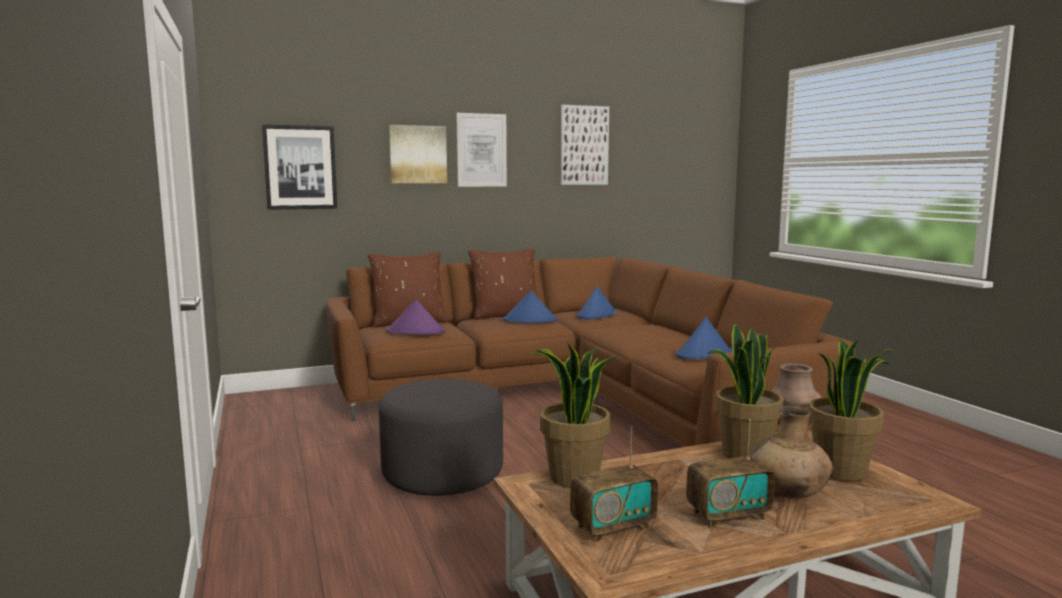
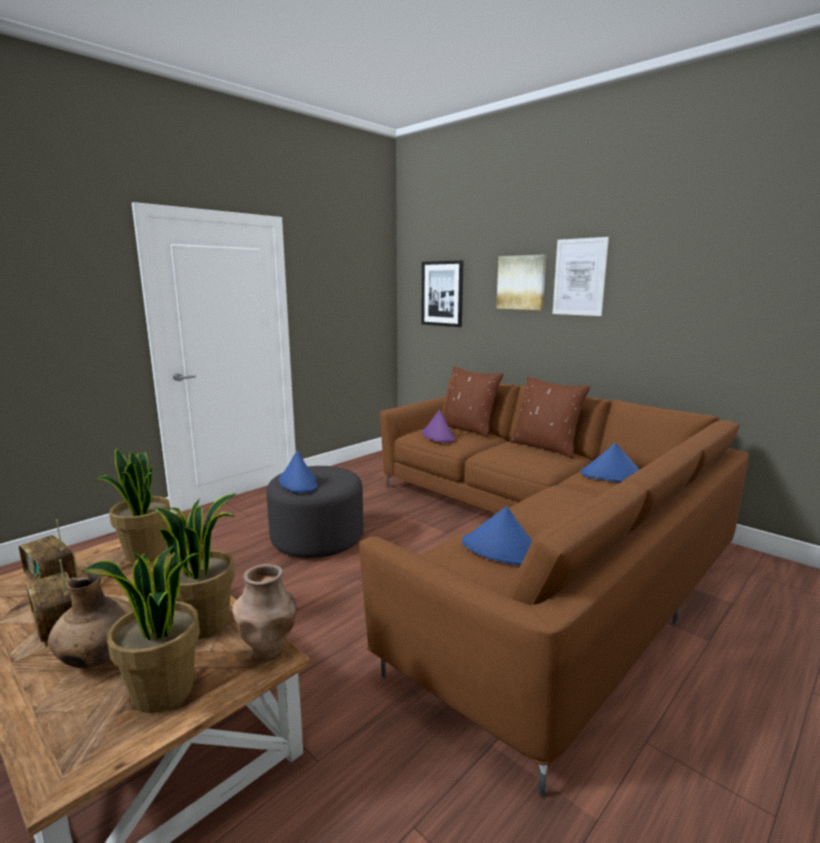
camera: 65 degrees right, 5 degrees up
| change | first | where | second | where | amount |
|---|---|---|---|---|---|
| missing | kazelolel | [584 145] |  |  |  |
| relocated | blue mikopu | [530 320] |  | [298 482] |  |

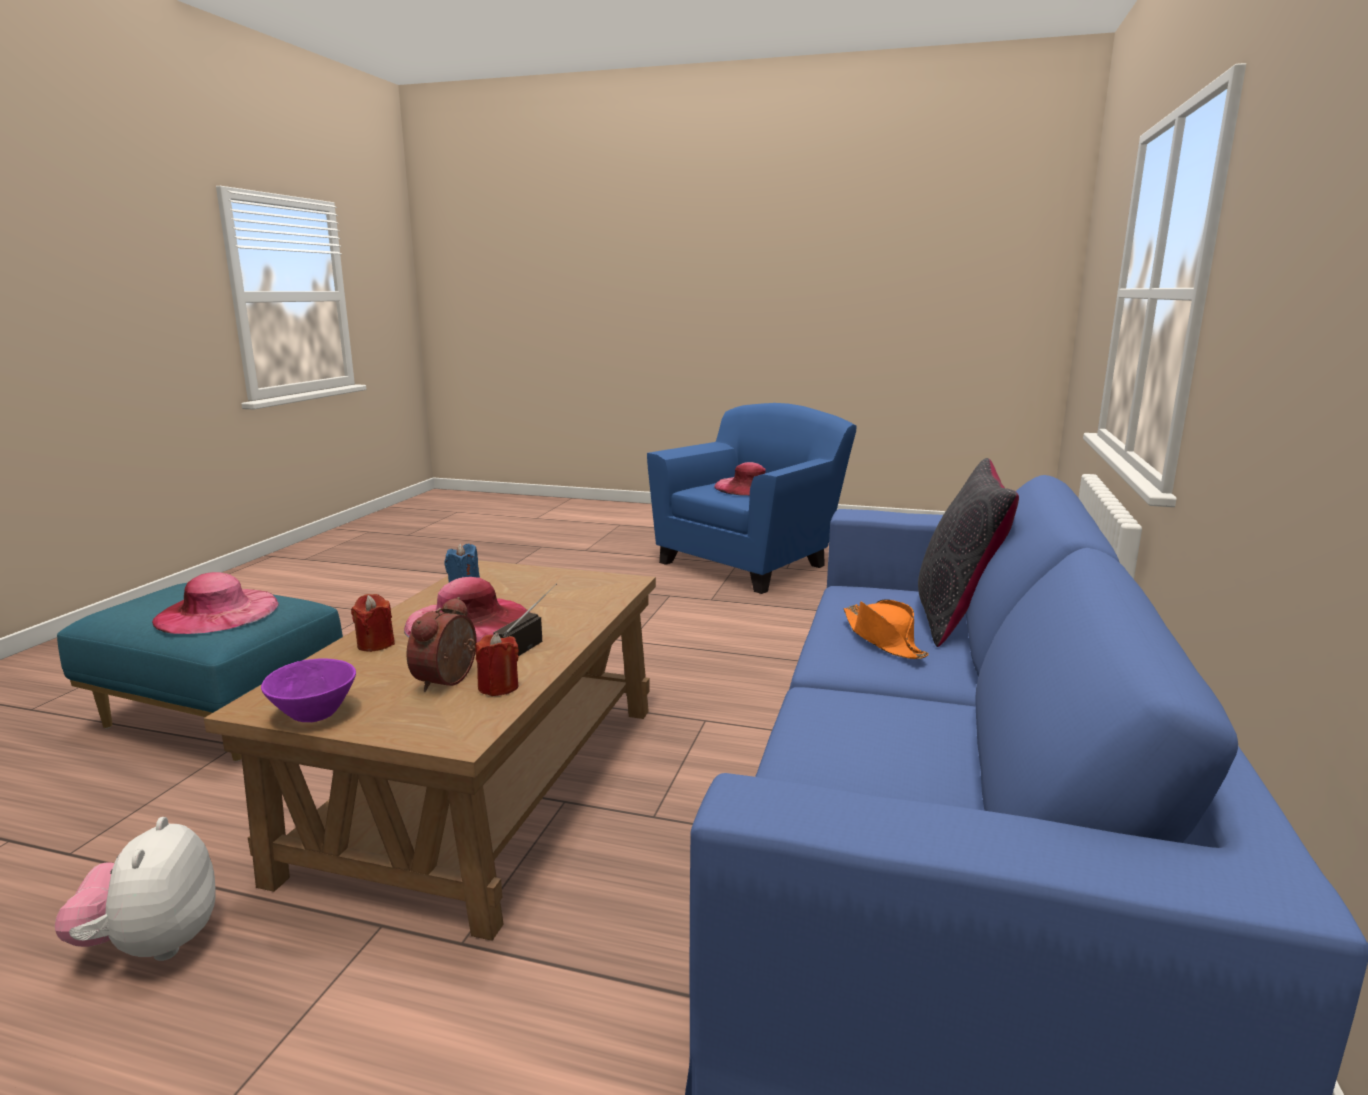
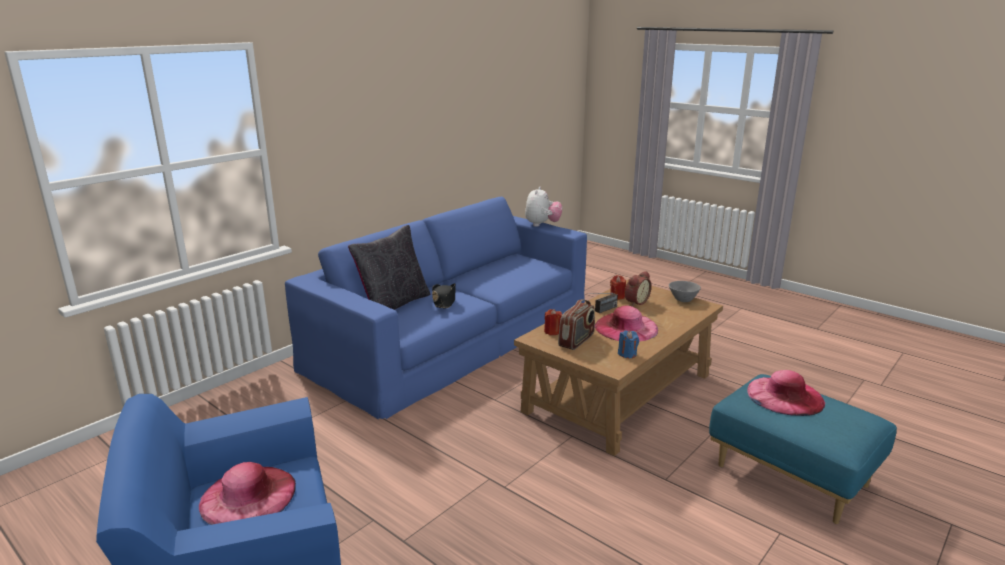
camera: 155 degrees left, 5 degrees up
| change | first | where | second | where | amount |
|---|---|---|---|---|---|
| appeared |  |  | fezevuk | [577 340] |  |
| relocated | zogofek | [153 945] |  | [542 224] |  |
| relocated | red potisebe | [375 644] |  | [552 331] |  |
| colour | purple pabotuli | [311 715] | grey pabotuli | [684 299] |  |
| colour | orange mikopu | [883 639] | black mikopu | [444 301] |  |

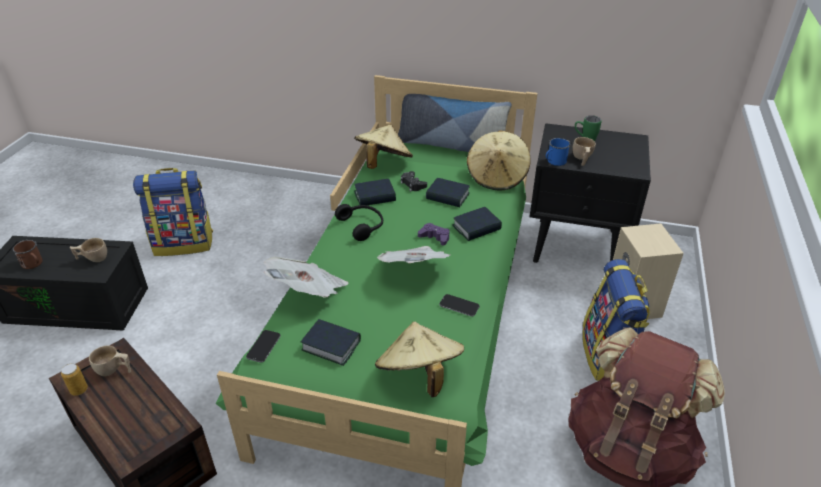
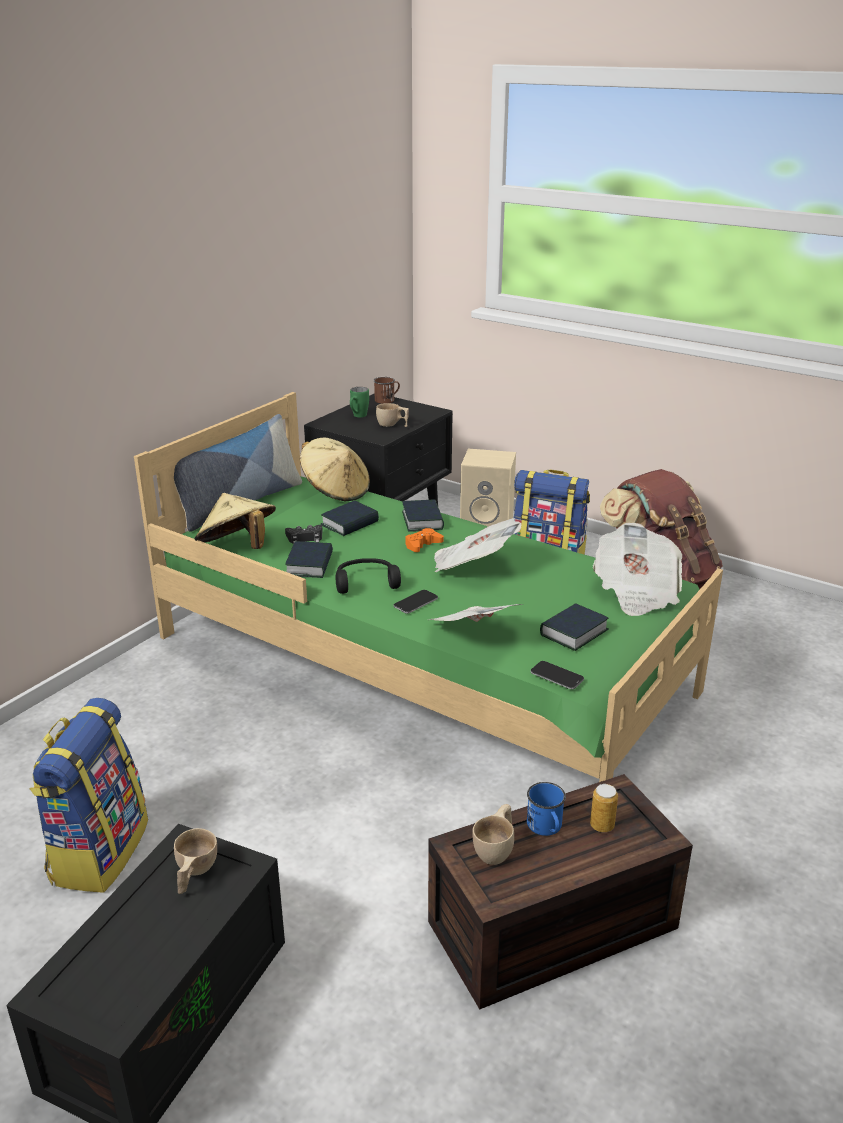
camera: 70 degrees left, 10 degrees down
| change | first | where | second | where | amount |
|---|---|---|---|---|---|
| relocated | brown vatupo | [34 264] |  | [387 400] |  |
| relocated | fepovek | [79 390] |  | [602 826] |  |
| relocated | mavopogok | [459 306] |  | [415 602] |  |
| relocated | blue vatupo | [554 162] |  | [546 828] |  |
| exchanged | beige mikopu | [419 375] | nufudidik | [636 592] |  |
| colour | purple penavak | [435 237] | orange penavak | [422 545] |  |

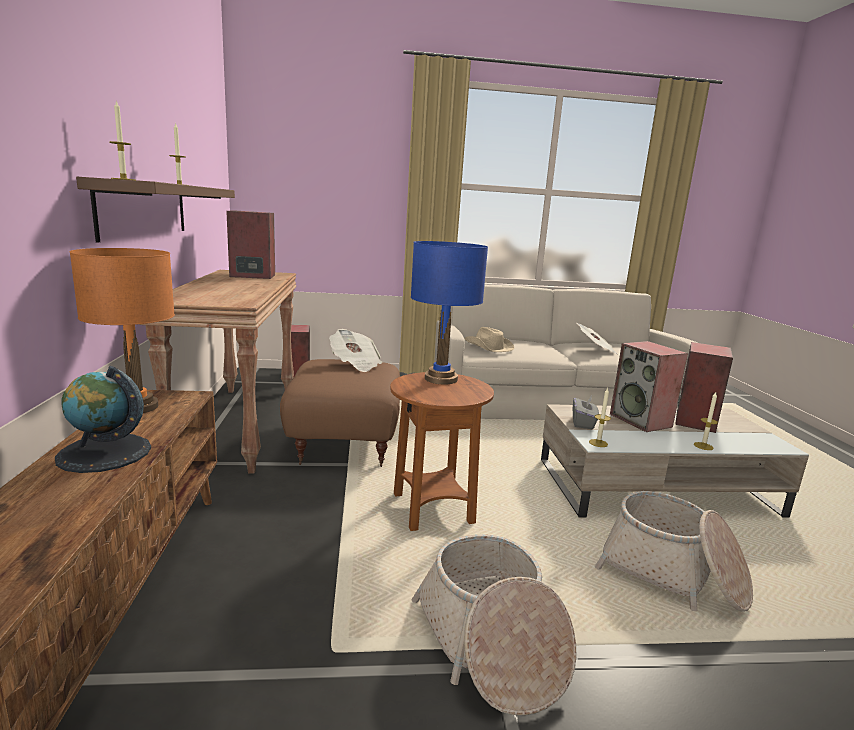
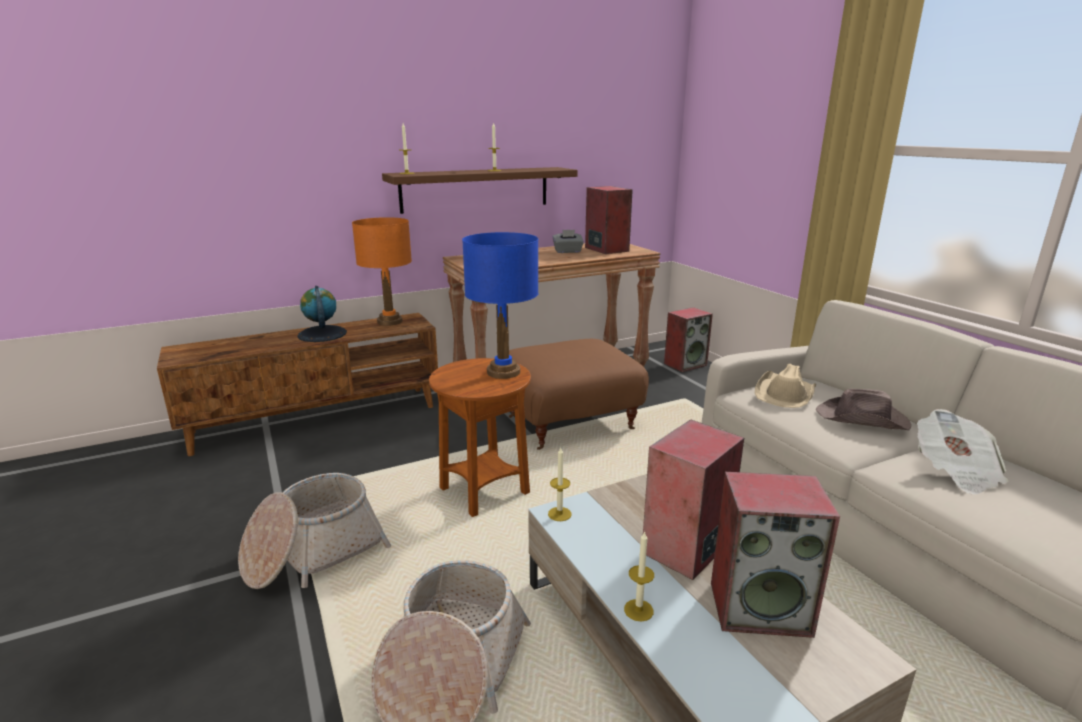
camera: 70 degrees right, 5 degrees up
| change | first | where | second | where | amount |
|---|---|---|---|---|---|
| missing | nufudidik | [355 364] |  |  |  |
| appeared |  |  | brown mikopu | [863 419] |  |
| relocated | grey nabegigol | [583 423] |  | [568 251] |  |

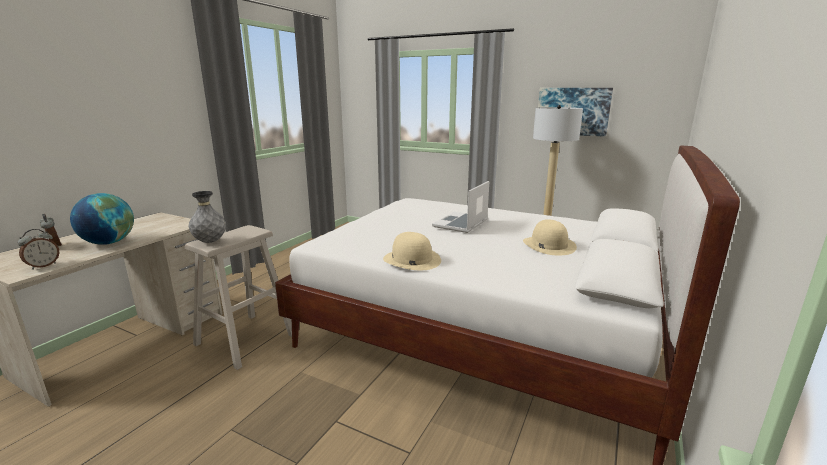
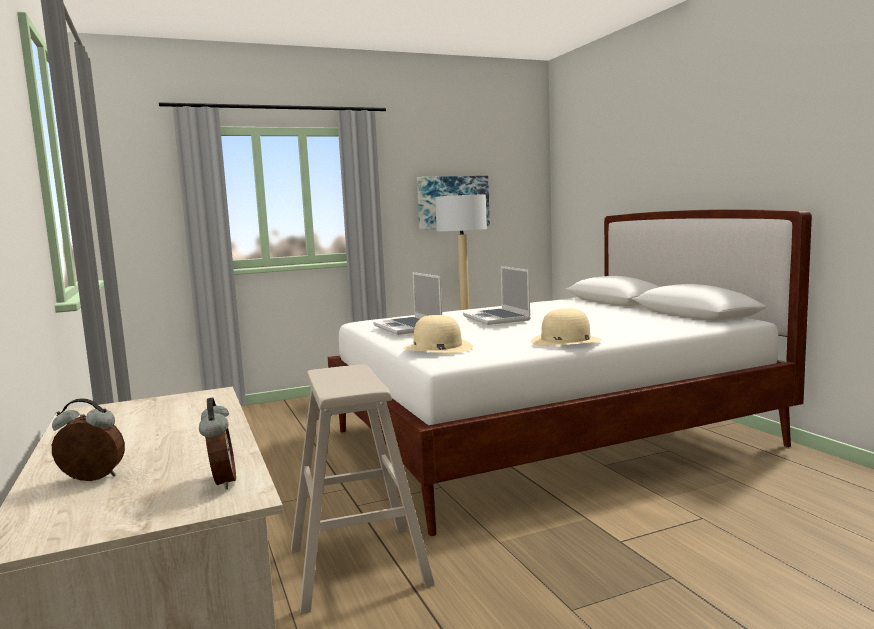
camera: 50 degrees left, 10 degrees down
| change | first | where | second | where | amount |
|---|---|---|---|---|---|
| missing | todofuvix | [109 242] |  |  |  |
| missing | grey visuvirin | [210 242] |  |  |  |
| appeared |  |  | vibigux | [409 327] |  |
| relocated | beige mikopu | [548 245] |  | [437 347] |  |

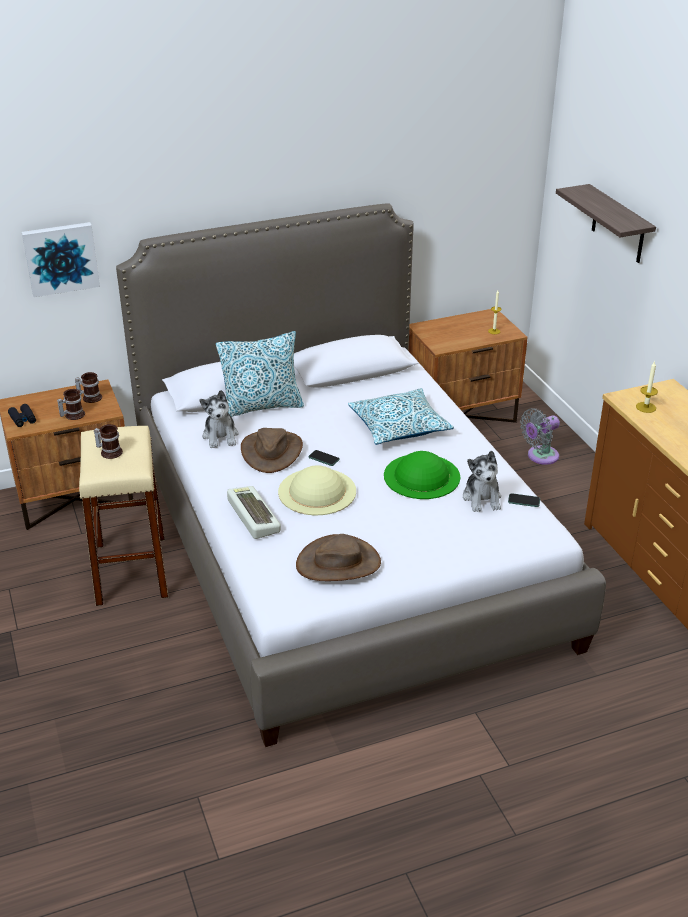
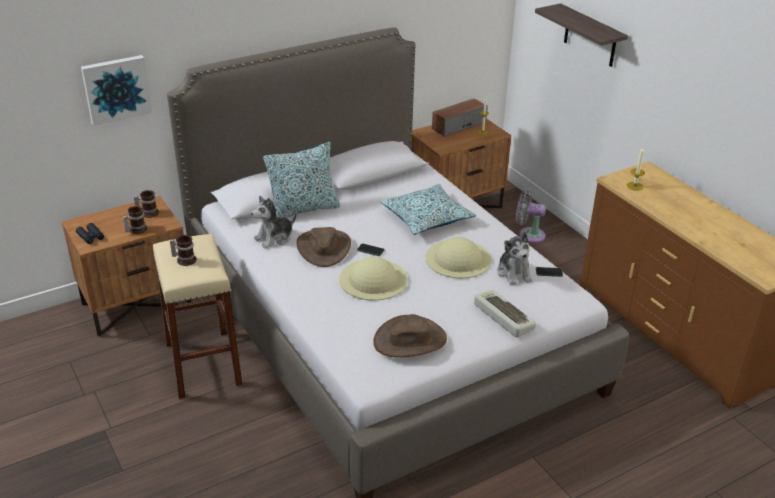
camera: 10 degrees left, 0 degrees up
| change | first | where | second | where | amount |
|---|---|---|---|---|---|
| appeared |  |  | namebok | [458 125] |  |
| relocated | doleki | [251 516] |  | [502 317] |  |
| colour | green mikopu | [421 476] | beige mikopu | [458 258] |  |
| spun | zogofek | [221 436] |  | [274 238] | 75 degrees clockwise |
| spun | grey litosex | [540 456] |  | [528 235] | 60 degrees clockwise |

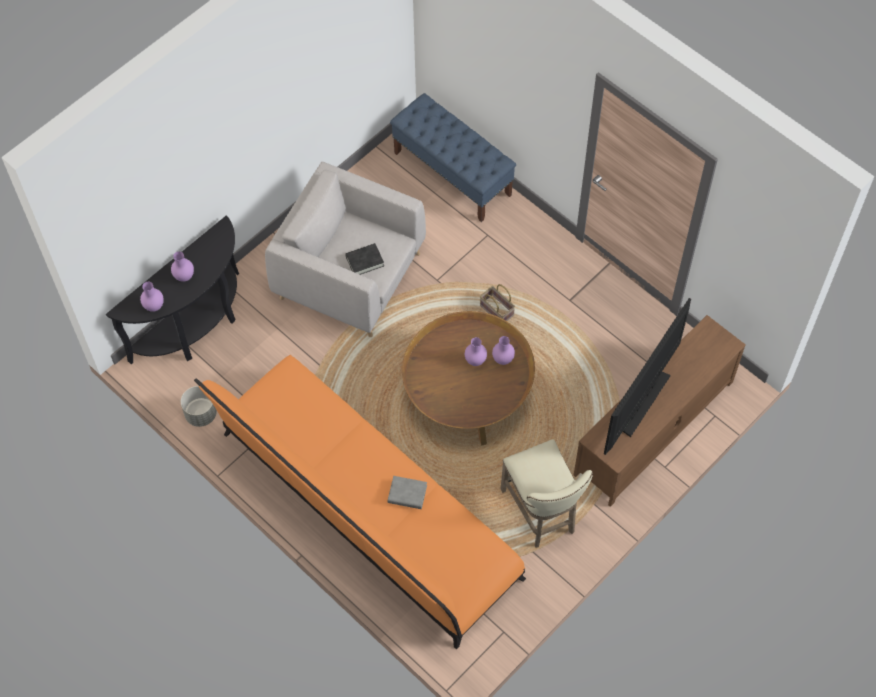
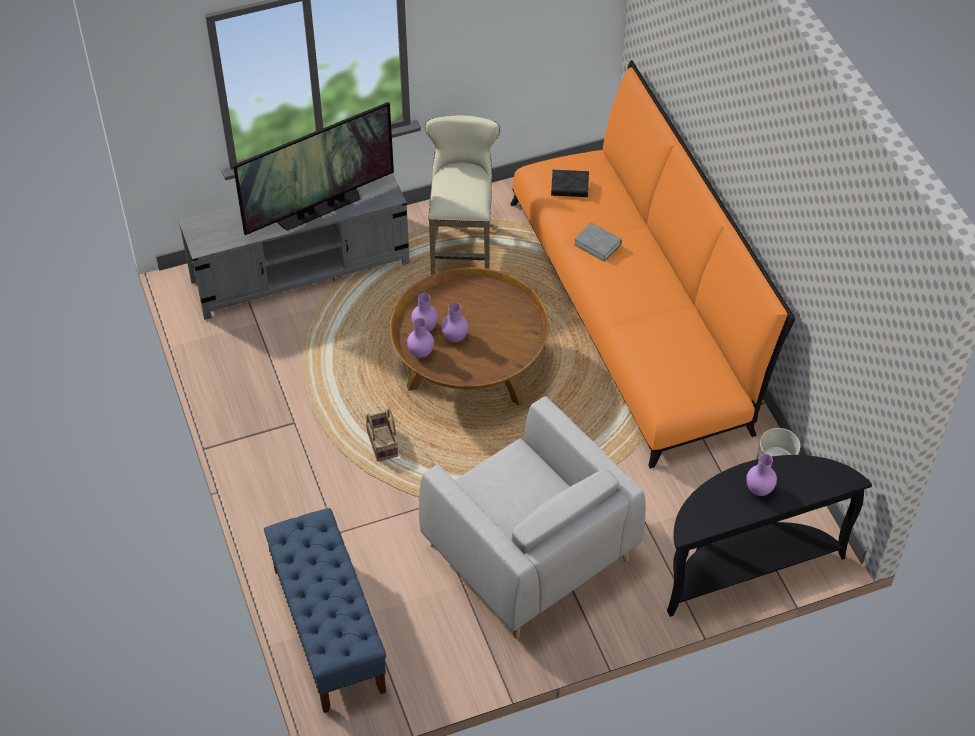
camera: 155 degrees left, 10 degrees down
| change | first | where | second | where | amount |
|---|---|---|---|---|---|
| relocated | purple visuvirin | [154 307] |  | [421 353] |  |
| relocated | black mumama | [364 261] |  | [569 187] |  |
| colour | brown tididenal | [653 428] | grey tididenal | [301 272] |  |

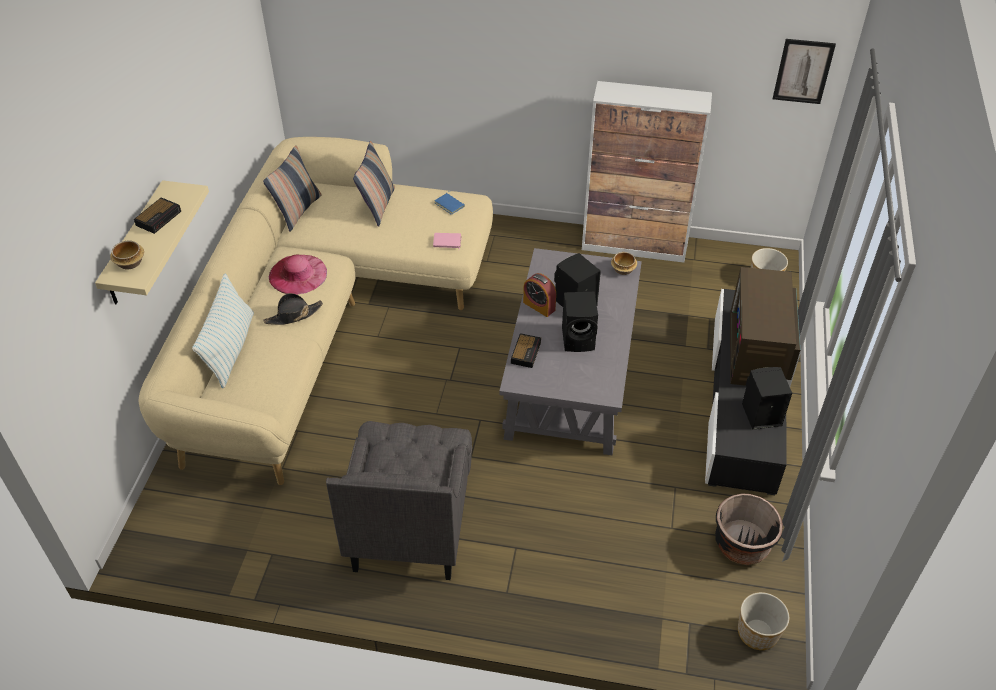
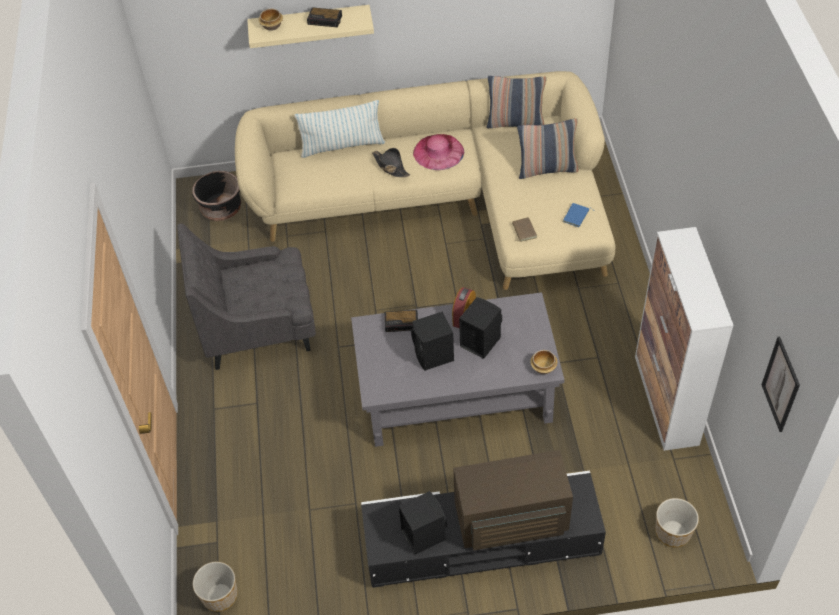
camera: 75 degrees right, 5 degrees up
| change | first | where | second | where | amount |
|---|---|---|---|---|---|
| relocated | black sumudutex | [741 544] |  | [221 209] |  |
| colour | pink mumama | [447 242] | brown mumama | [523 231] |  |

